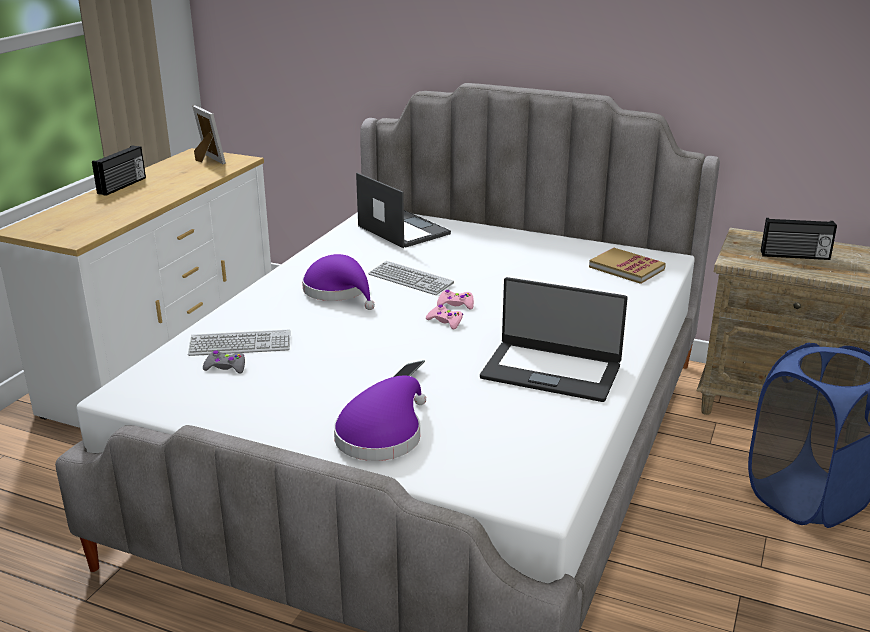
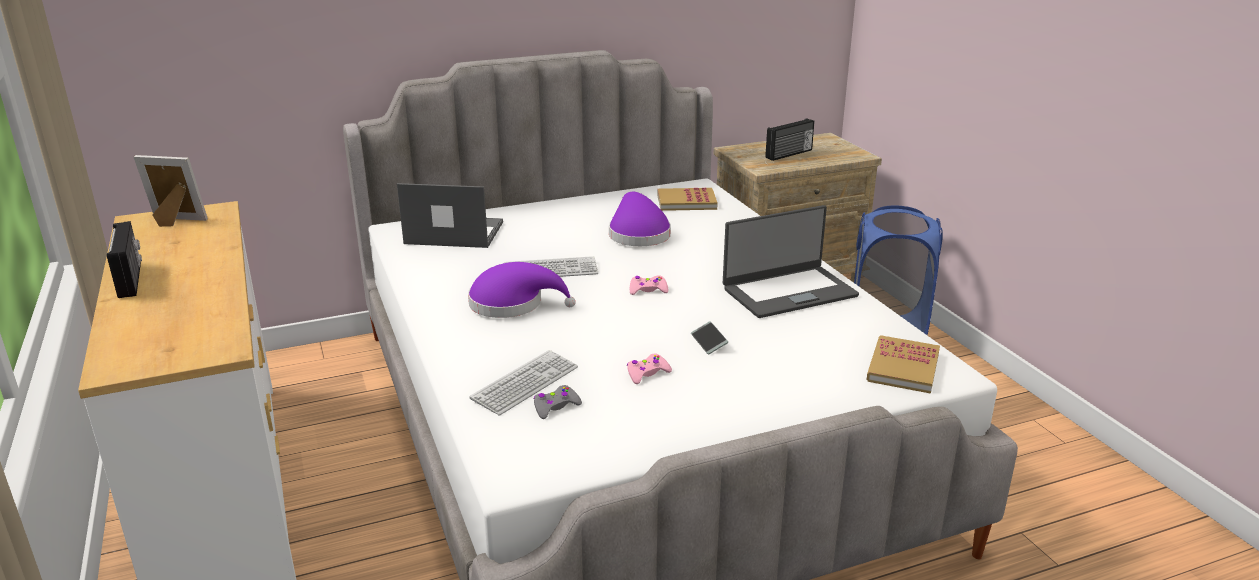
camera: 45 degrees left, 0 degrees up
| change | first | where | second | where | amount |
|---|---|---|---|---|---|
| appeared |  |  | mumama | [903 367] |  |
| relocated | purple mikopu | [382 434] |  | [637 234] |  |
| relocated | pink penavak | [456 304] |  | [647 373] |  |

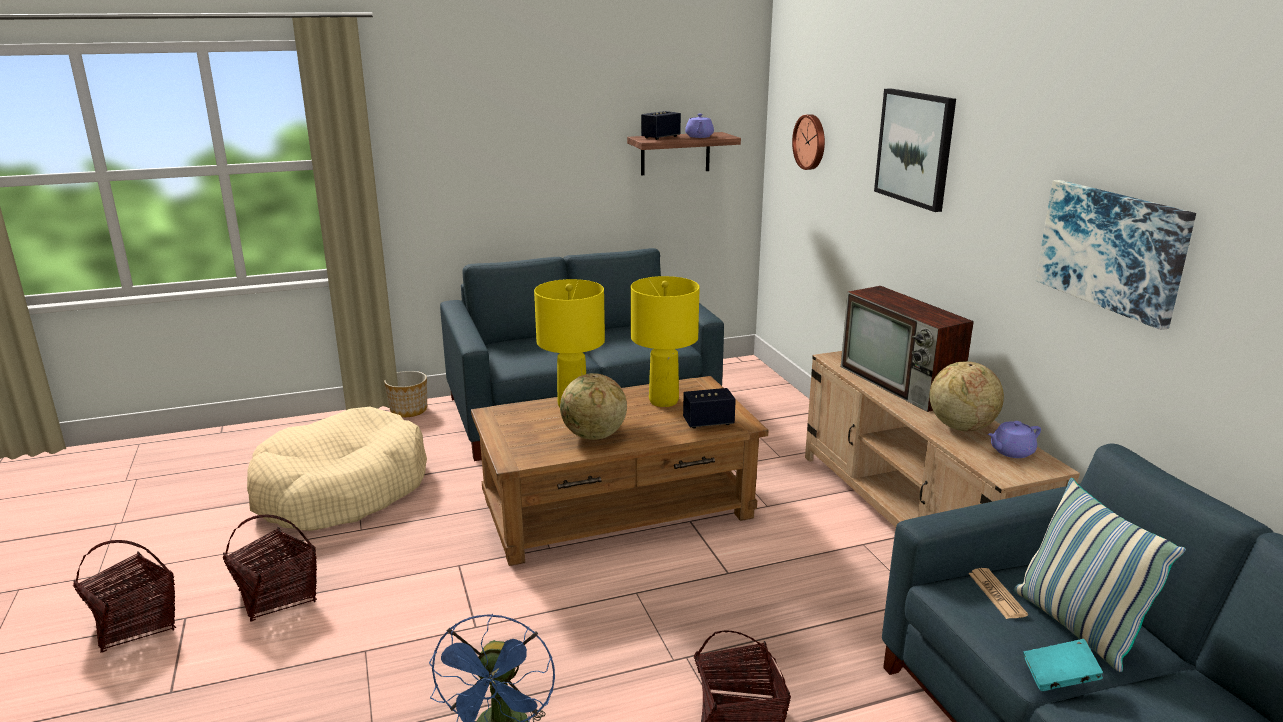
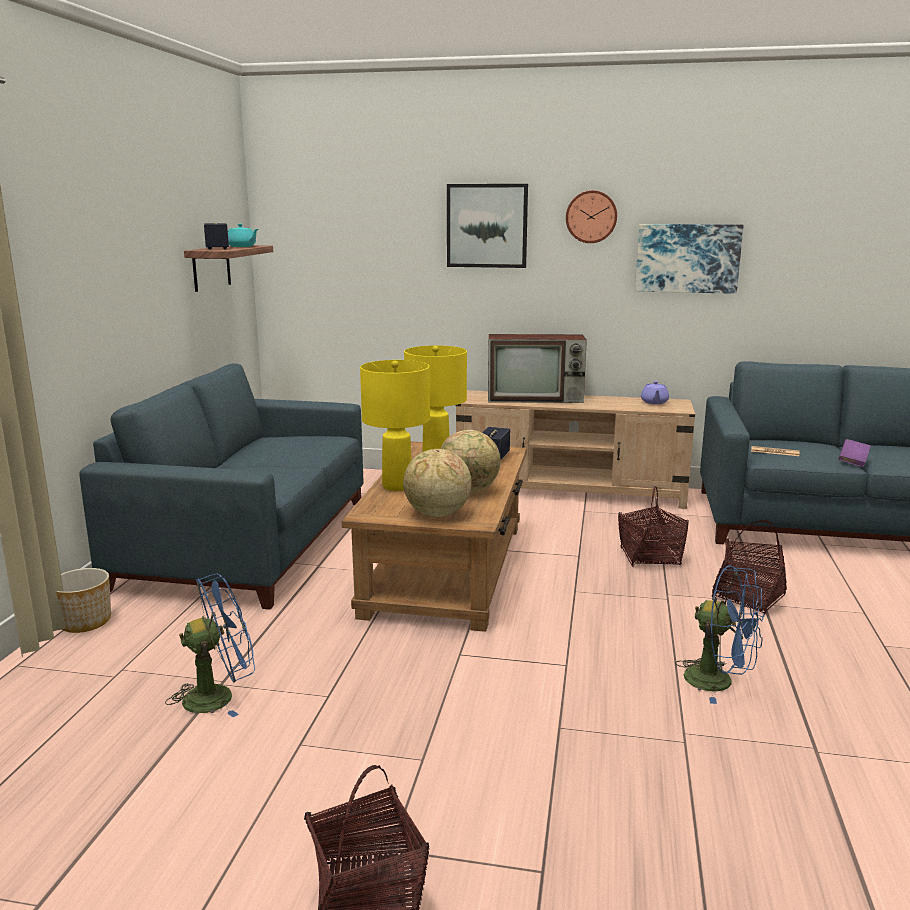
camera: 60 degrees left, 5 degrees down
| change | first | where | second | where | amount |
|---|---|---|---|---|---|
| missing | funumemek | [1076 626] |  |  |  |
| relocated | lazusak | [278 596] |  | [650 557] |  |
| relocated | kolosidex | [811 142] |  | [591 216] |  |
| relocated | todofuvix | [960 427] |  | [437 514] |  |
| exchanged | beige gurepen | [341 490] | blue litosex | [219 695] |  |
| colour | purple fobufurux | [699 137] | turquoise fobufurux | [242 246] |  |
| colour | turquoise mumama | [1059 678] | purple mumama | [853 461] |  |

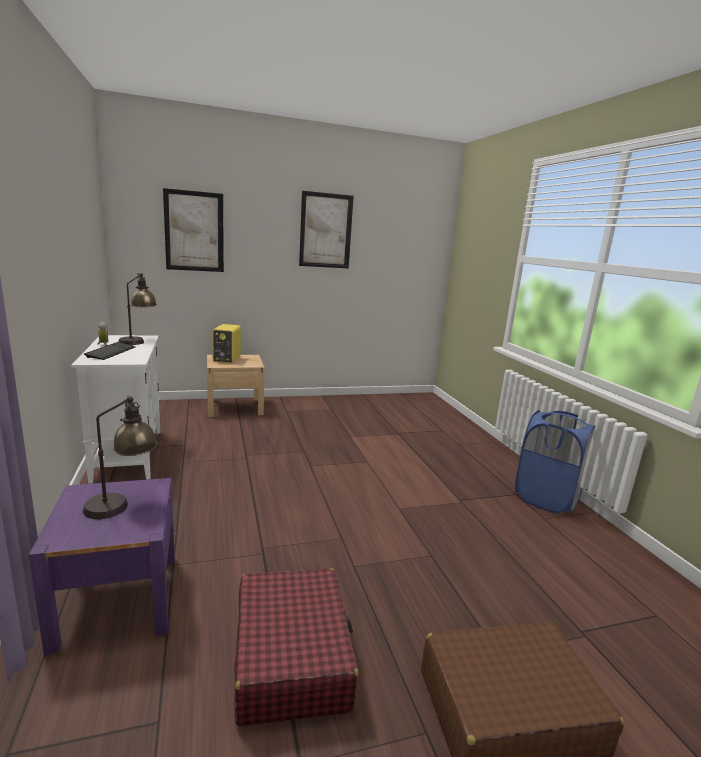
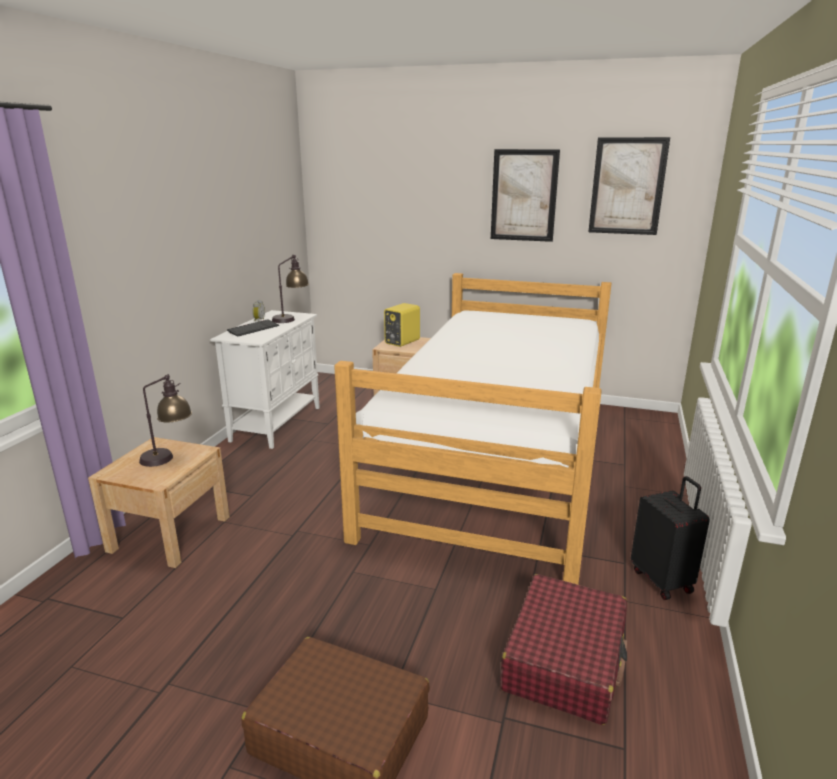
camera: 35 degrees right, 5 degrees up
| change | first | where | second | where | amount |
|---|---|---|---|---|---|
| appeared |  |  | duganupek | [497 460] |  |
| relocated | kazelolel | [194 231] |  | [627 186] |  |
| relocated | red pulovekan | [292 655] |  | [565 660] |  |
| exchanged | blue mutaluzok | [546 498] | black pulovekan | [662 580] |  |
| colour | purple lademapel | [118 599] | beige lademapel | [170 534] |  |

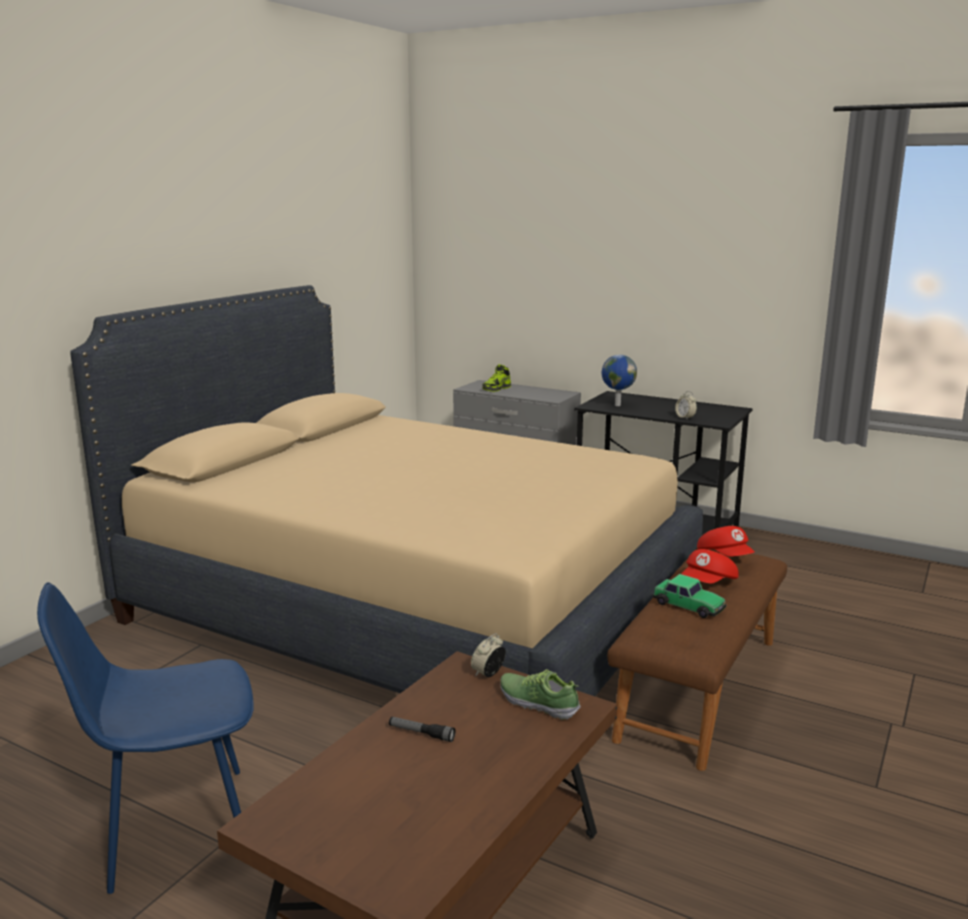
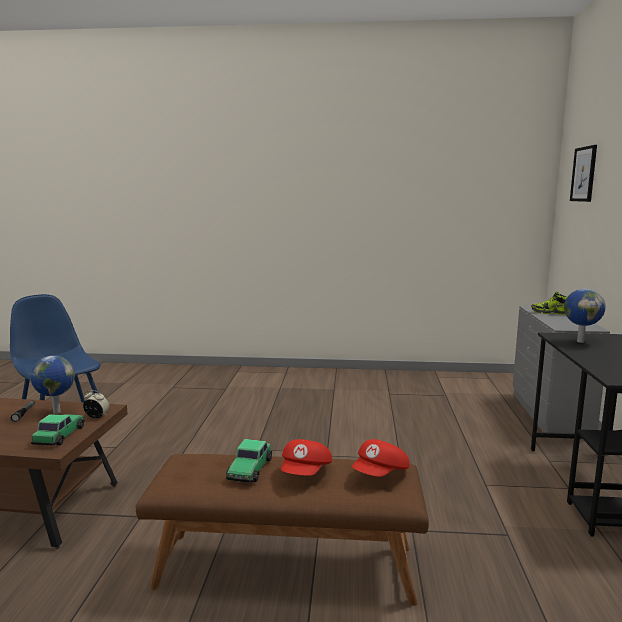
camera: 65 degrees right, 5 degrees down
| change | first | where | second | where | amount |
|---|---|---|---|---|---|
| missing | beige duganupek | [409 608] |  |  |  |
| missing | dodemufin | [685 417] |  |  |  |
| appeared |  |  | todofuvix | [55 412] |  |
| appeared |  |  | kazelolel | [584 174] |  |
| exchanged | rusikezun | [538 703] | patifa | [60 435] |  |
| spun | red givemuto | [709 583] |  | [306 473] | 90 degrees counterclockwise |

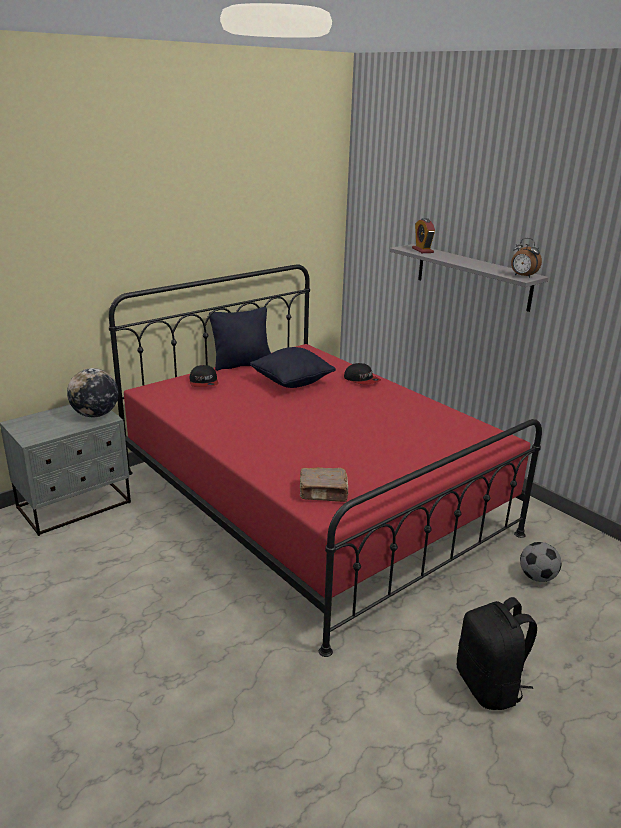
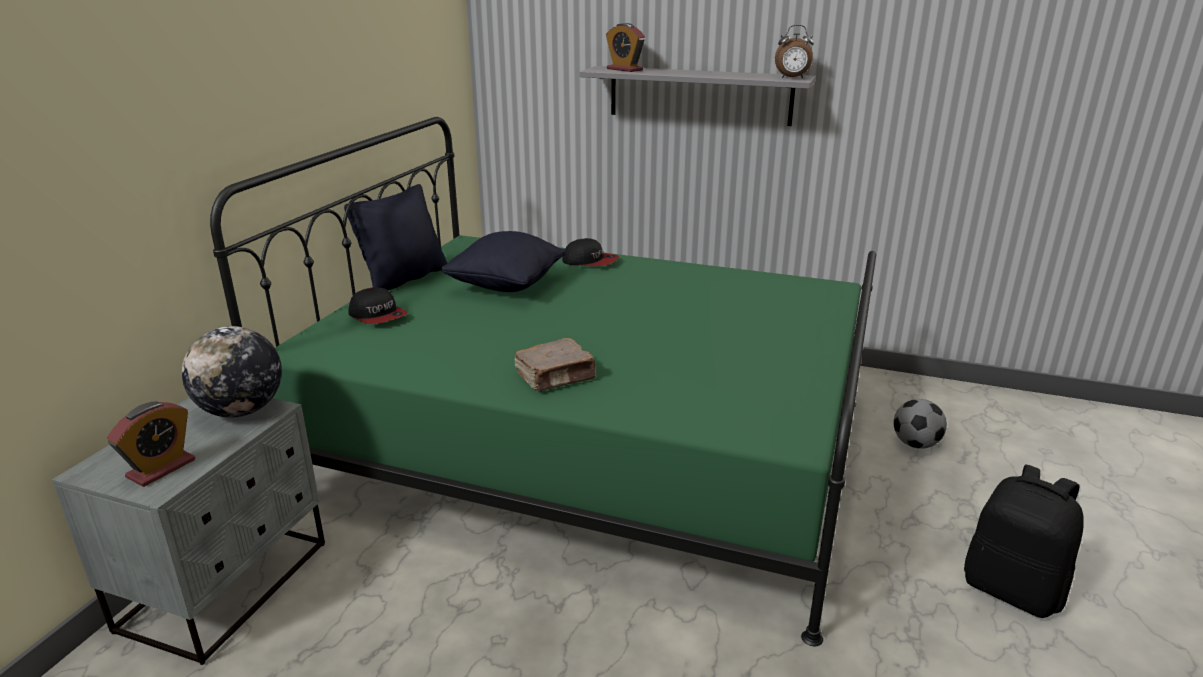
camera: 30 degrees left, 0 degrees up
| change | first | where | second | where | amount |
|---|---|---|---|---|---|
| appeared |  |  | dodemufin | [161 468] |  |
| relocated | brown mumama | [324 493] |  | [556 377] |  |
| colour | red duganupek | [312 502] | green duganupek | [590 447] |  |

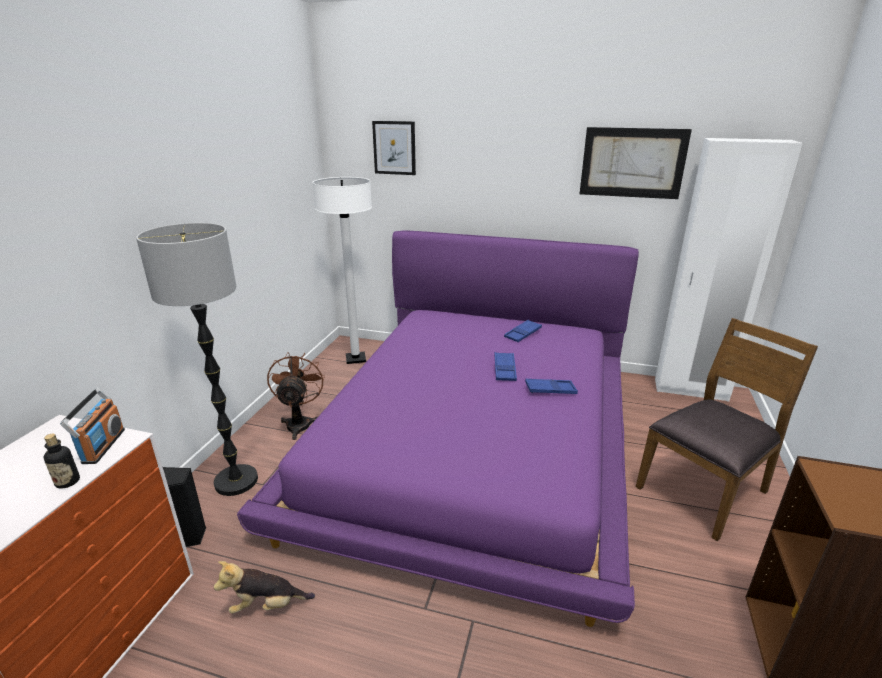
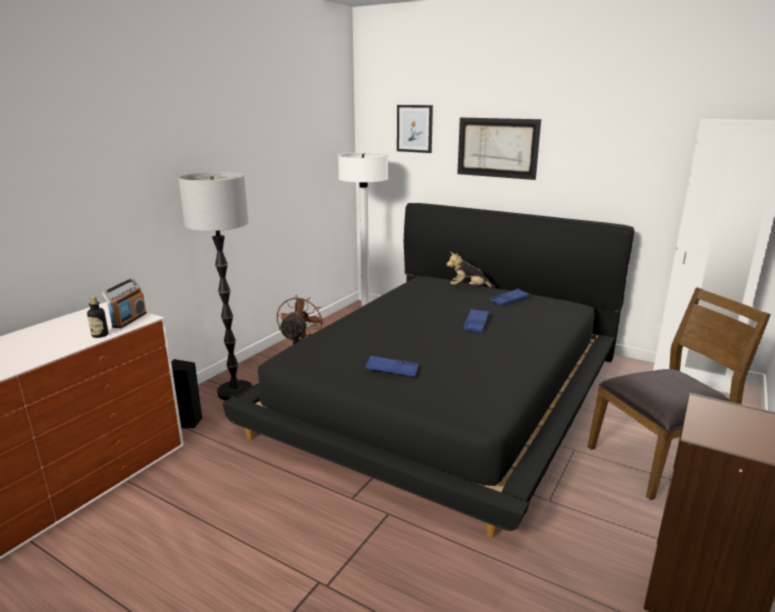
camera: 15 degrees right, 5 degrees down
| change | first | where | second | where | amount |
|---|---|---|---|---|---|
| relocated | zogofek | [267 605] |  | [468 288] |  |
| relocated | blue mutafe | [550 390] |  | [392 370] |  |
| relocated | kazelolel | [632 163] |  | [497 148] |  |
| colour | purple duganupek | [473 440] | black duganupek | [446 390] |  |

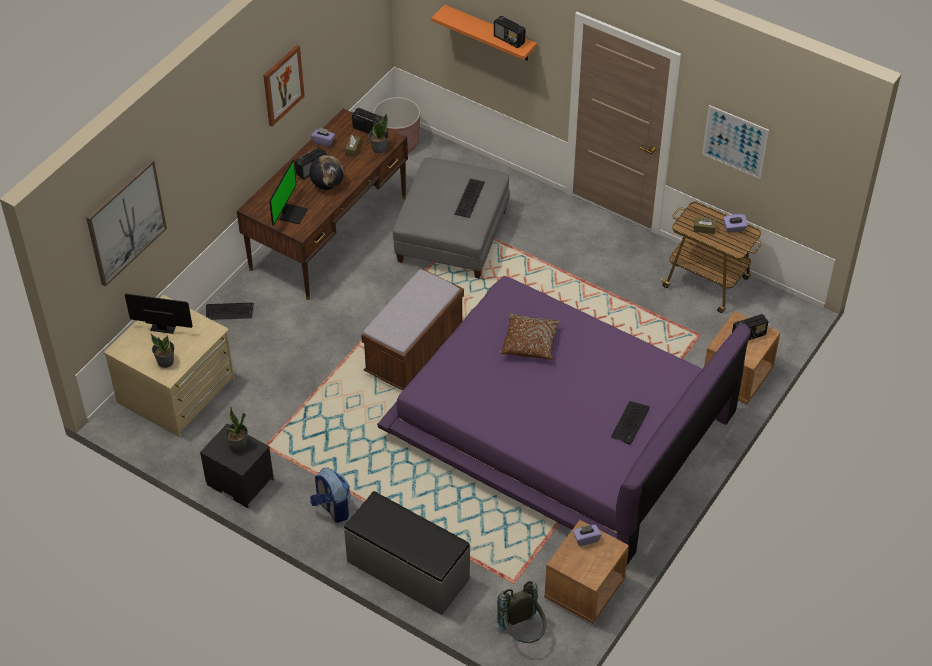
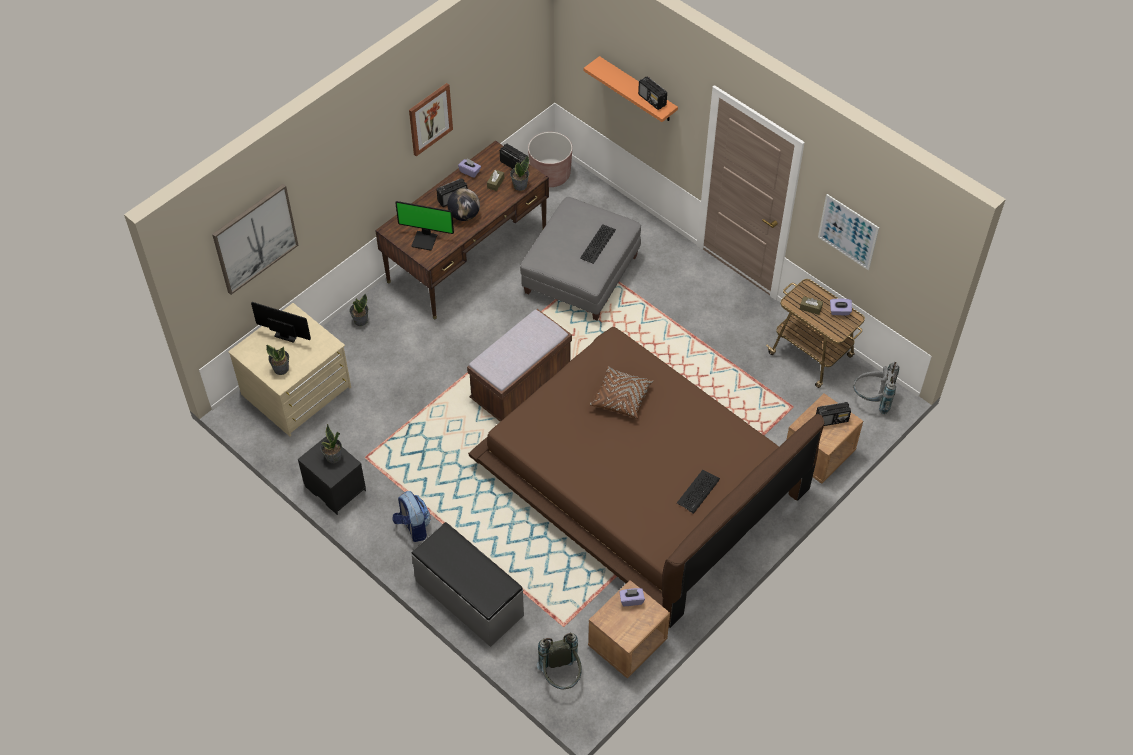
camera: 10 degrees right, 5 degrees up
| change | first | where | second | where | amount |
|---|---|---|---|---|---|
| appeared |  |  | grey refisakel | [872 400] |  |
| exchanged | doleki | [229 311] | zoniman | [360 320] |  |
| colour | purple duganupek | [560 426] | brown duganupek | [641 478] |  |
| spun | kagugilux | [292 214] |  | [425 240] | 75 degrees clockwise |

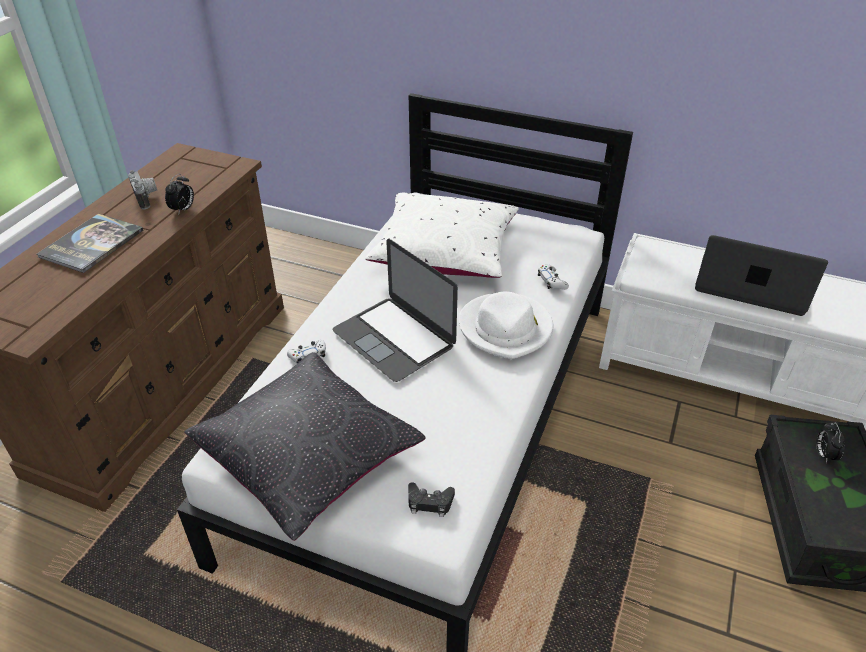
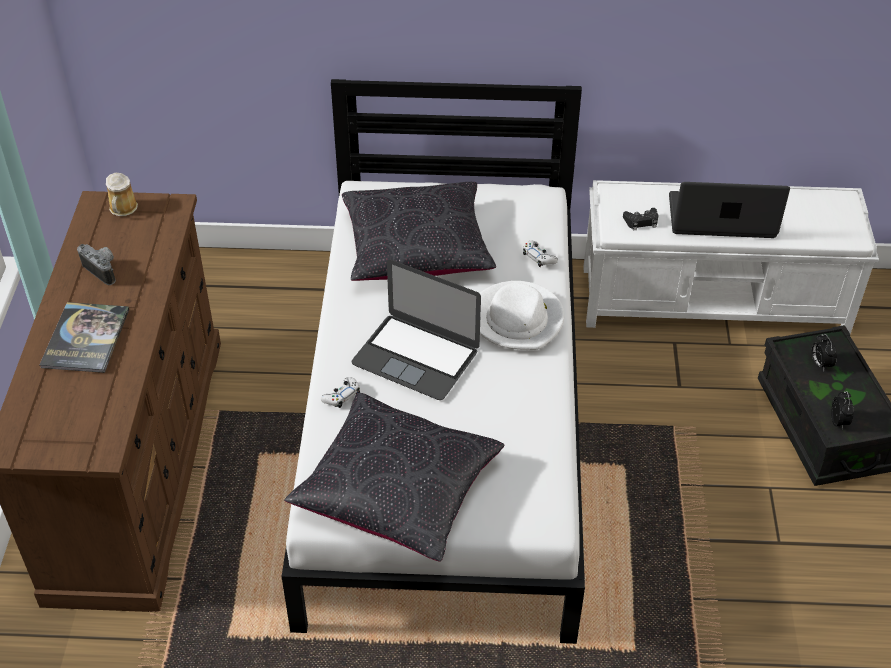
camera: 20 degrees left, 5 degrees up
| change | first | where | second | where | amount |
|---|---|---|---|---|---|
| appeared |  |  | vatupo | [123 209] |  |
| relocated | dodemufin | [183 210] |  | [839 422] |  |
| relocated | black penavak | [429 502] |  | [641 222] |  |
| colour | white funumemek | [444 251] | black funumemek | [416 248] |  |

